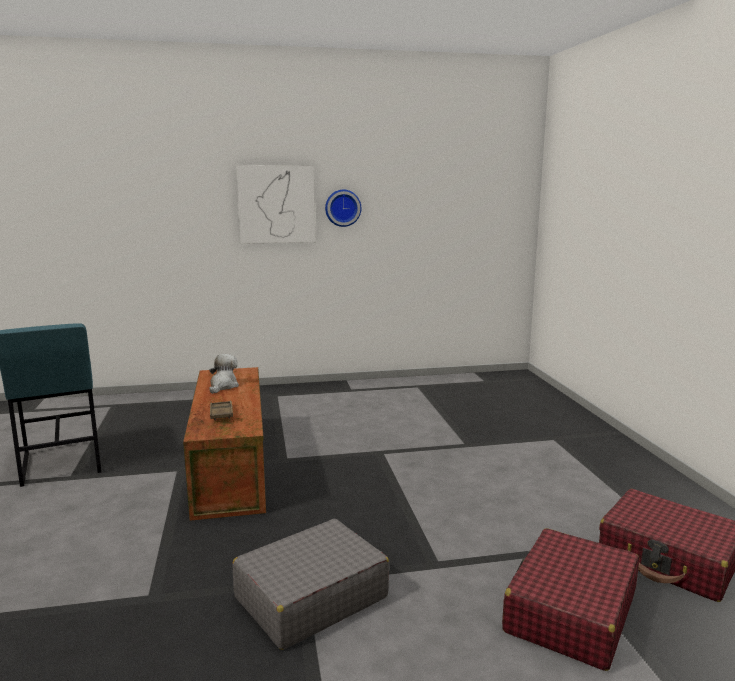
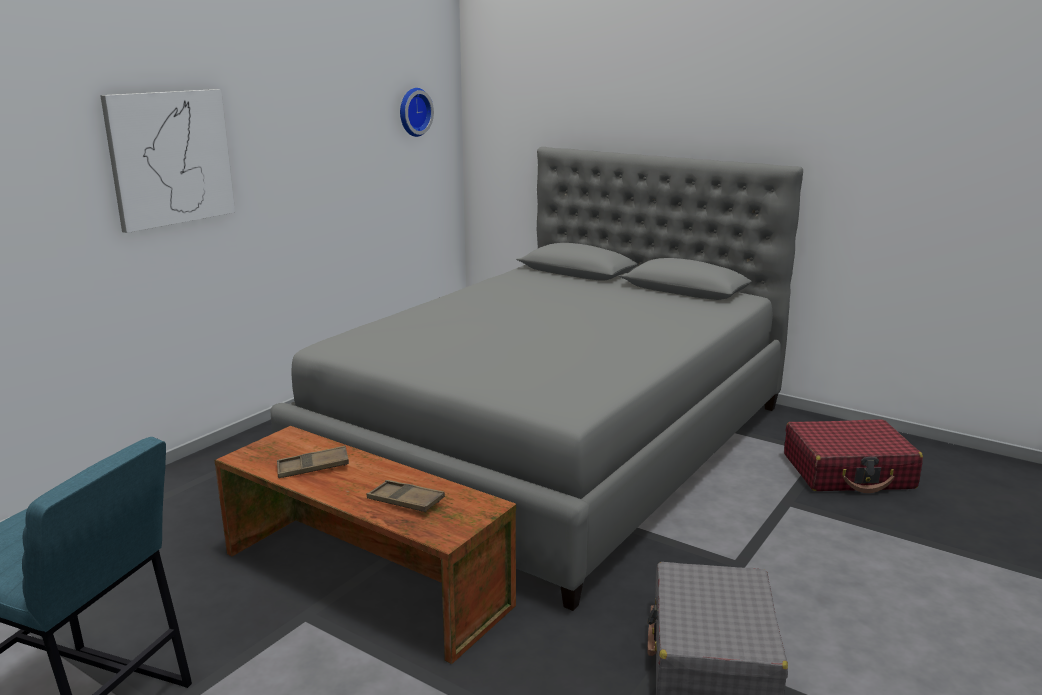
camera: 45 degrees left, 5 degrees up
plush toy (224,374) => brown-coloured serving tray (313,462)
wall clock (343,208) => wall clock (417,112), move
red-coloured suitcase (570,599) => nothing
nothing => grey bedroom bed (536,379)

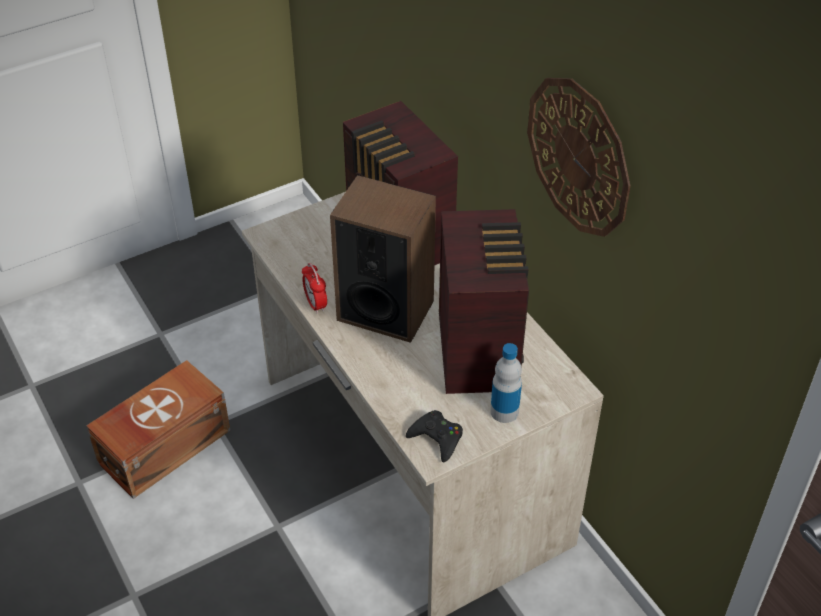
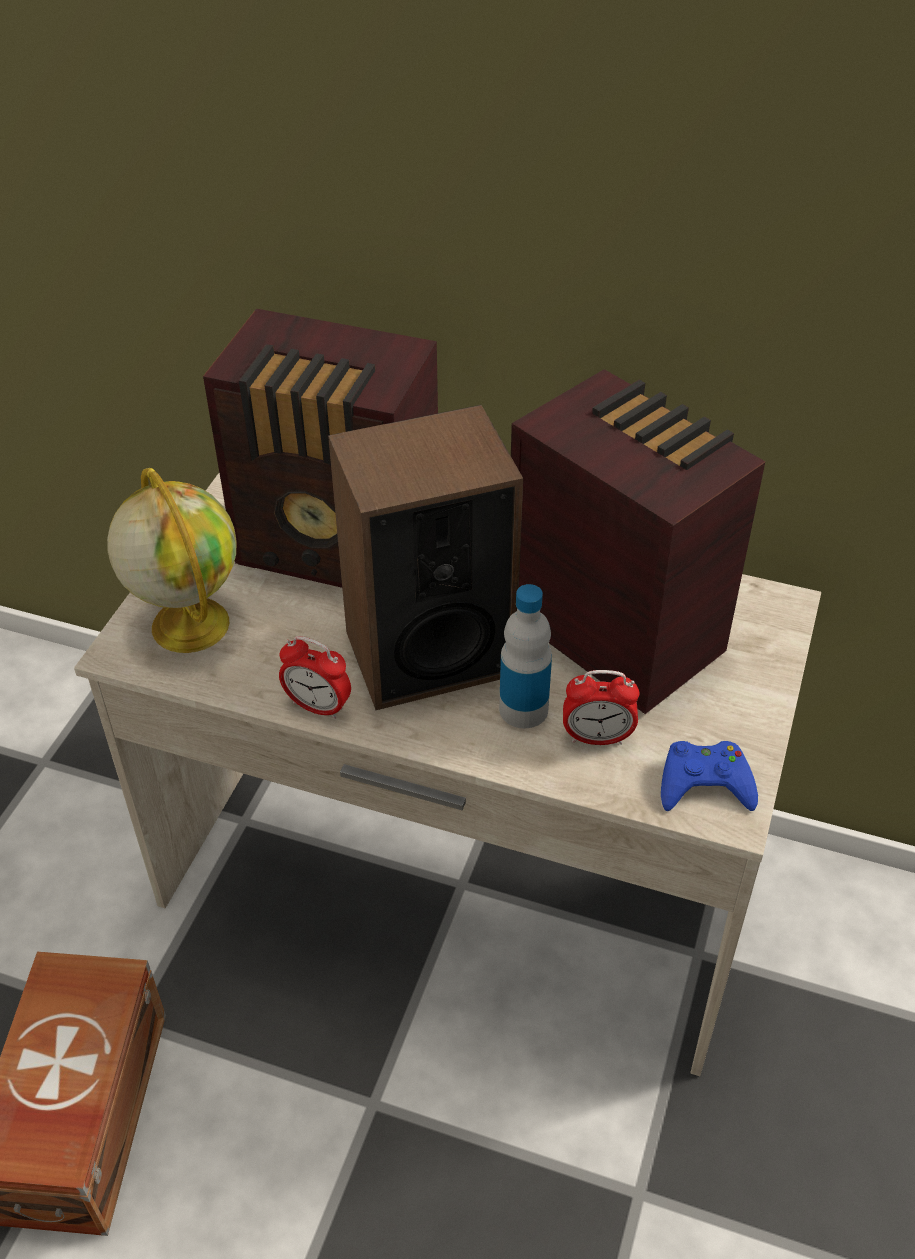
camera: 40 degrees left, 0 degrees up
black gamepad (434,436) => blue gamepad (709,776)
bottle (506,383) => bottle (525,656), move
wall clock (578,157) => nothing
nothing => desk globe (172,560)
nothing => alarm clock (601,707)

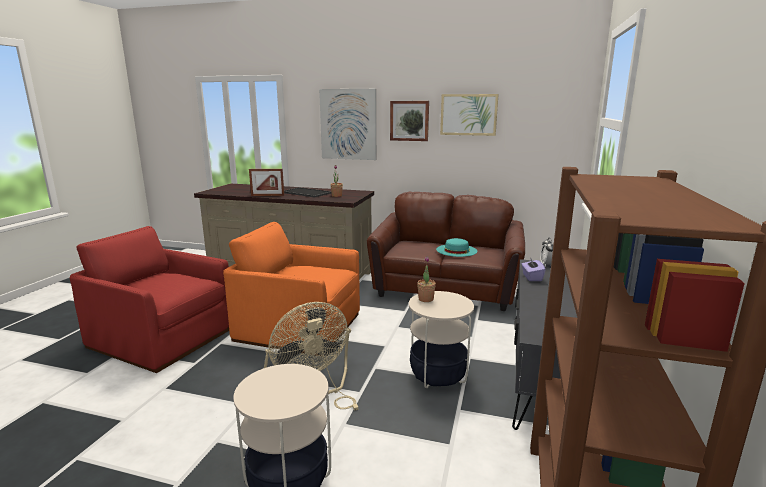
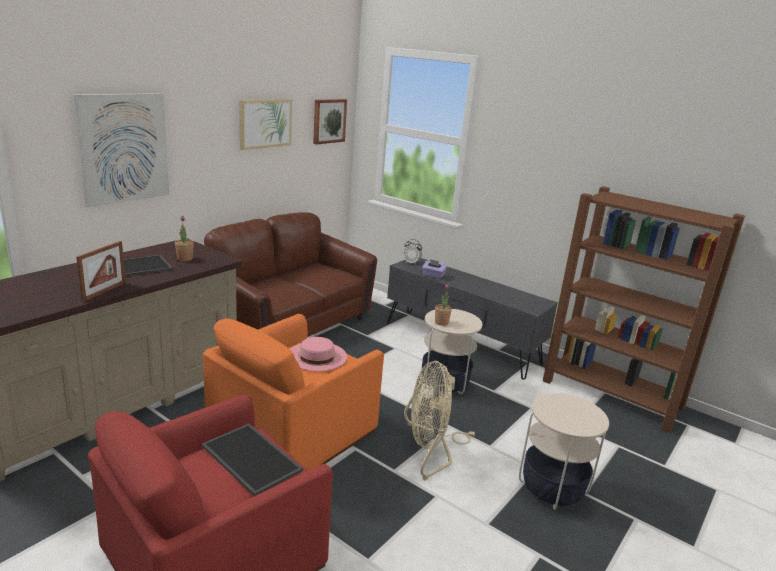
camera: 70 degrees left, 5 degrees up
wall art (409,121) => wall art (330,122), move
blue-green wearable hat (457,247) => nothing
nothing => serving tray (252,459)
nothing => pink wearable hat (318,354)

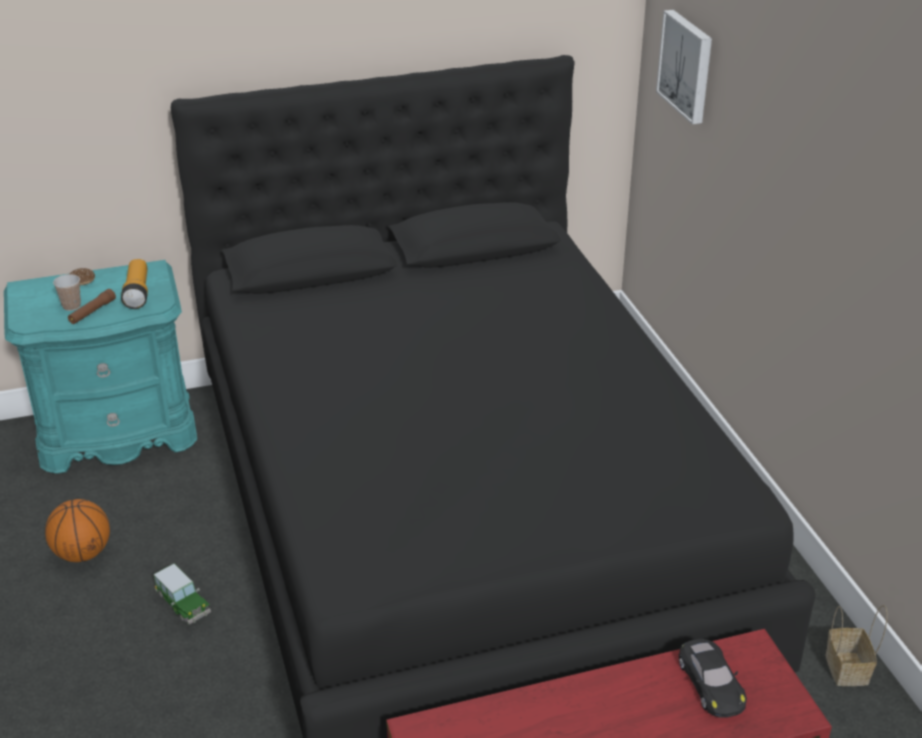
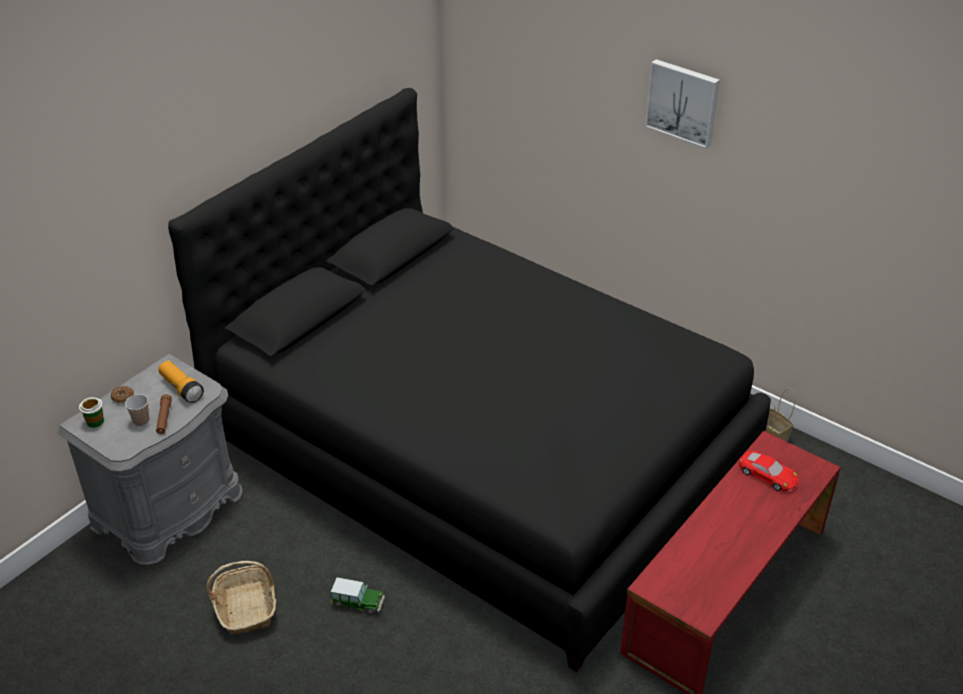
camera: 35 degrees left, 5 degrees up
blue-green bedside table (100,367) => grey bedside table (149,459)
basketball (77,530) => storage basket (241,598)
wall art (684,67) => wall art (682,104), move
black model car (713,678) => red-coloured model car (768,471)
nothing => cup (91,412)

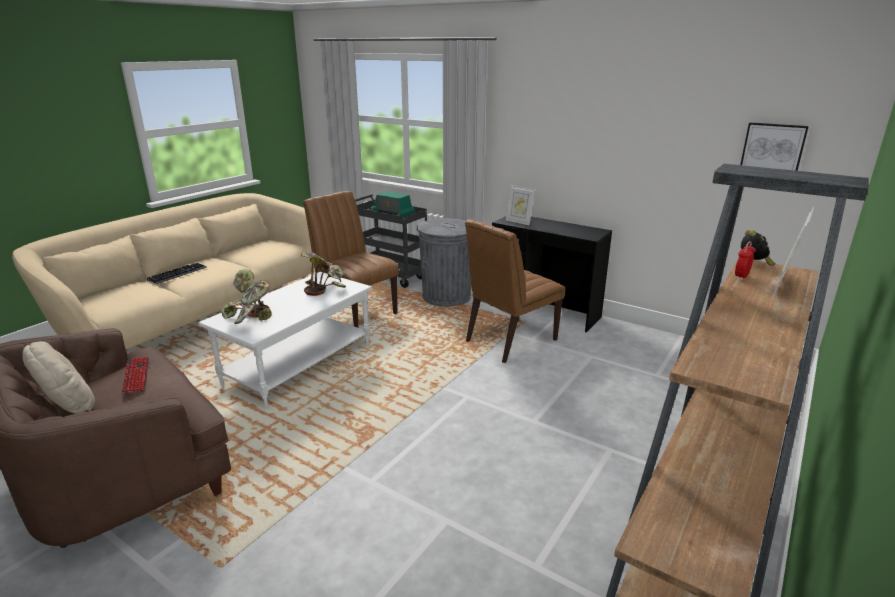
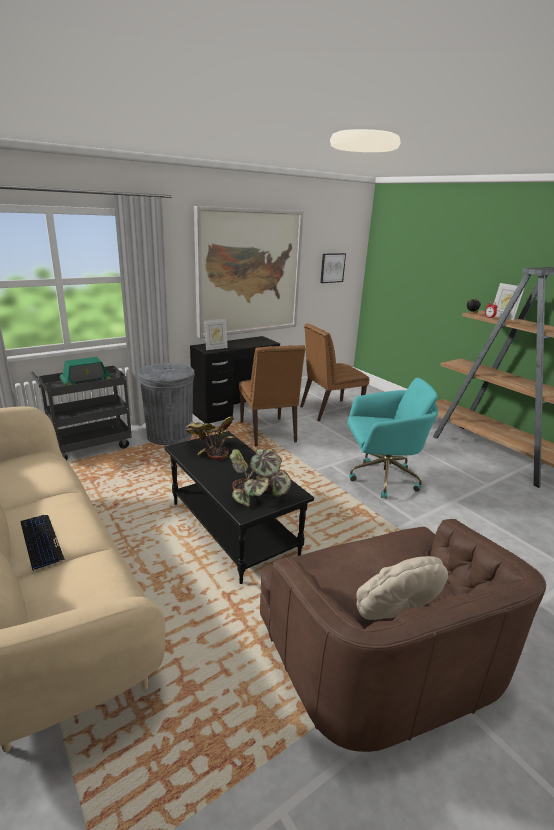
camera: 70 degrees left, 0 degrees up
PC keyboard (135,375) => nothing
whitish coffee table (285,340) => black coffee table (239,507)
brown-coloured plain chair (351,259) => brown-coloured plain chair (334,372), move
nothing => wall art (249,272)
nothing => blue-green office chair (392,438)

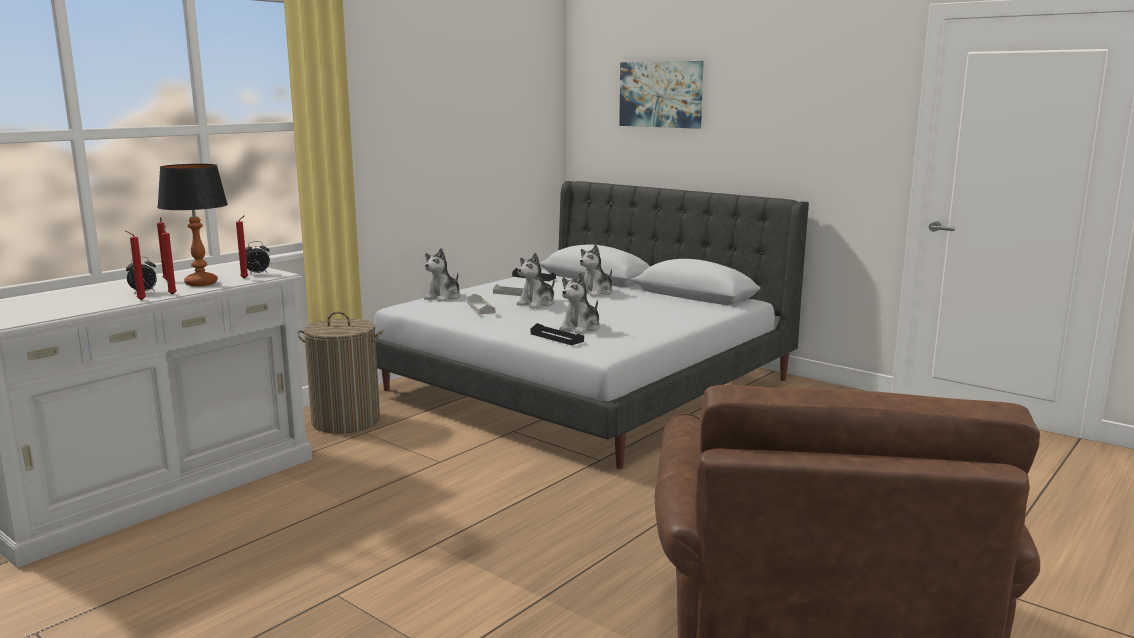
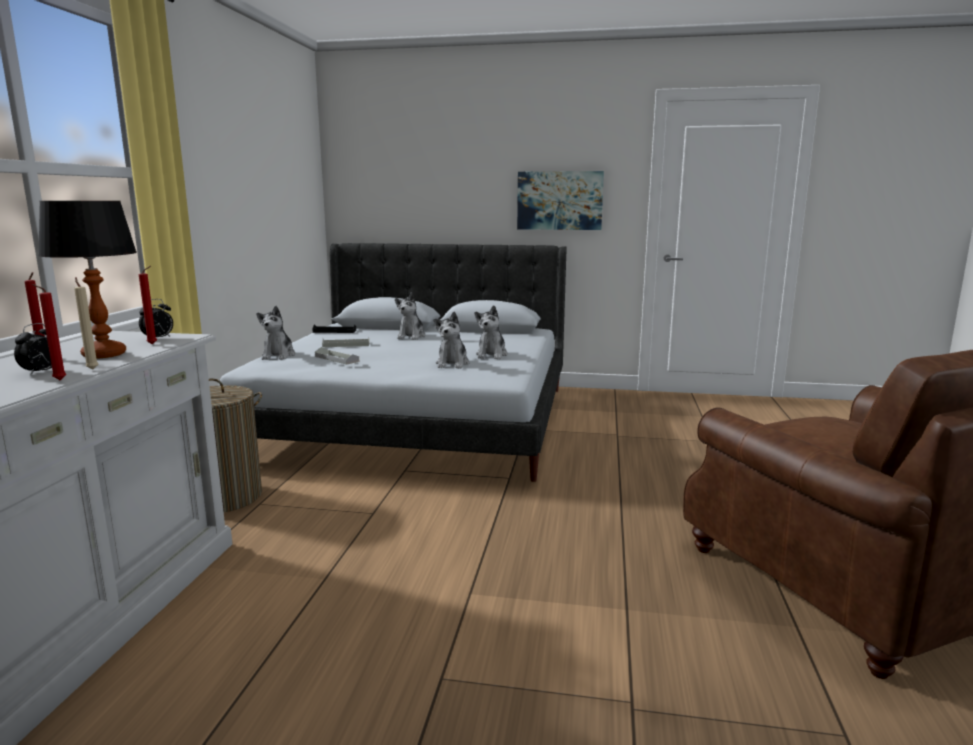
camera: 30 degrees left, 0 degrees up
red-coloured candle (169,260) => beige-coloured candle (86,323)
plush toy (535,281) => plush toy (491,332), move
black serving tray (557,334) => nothing
wall art (661,95) => wall art (560,200), move

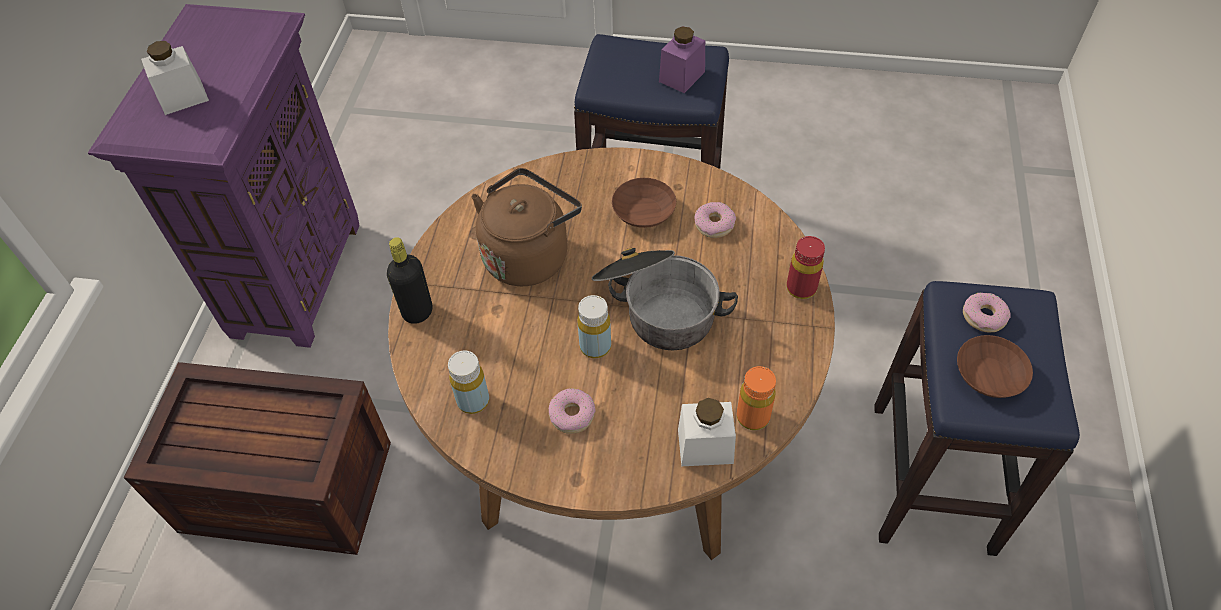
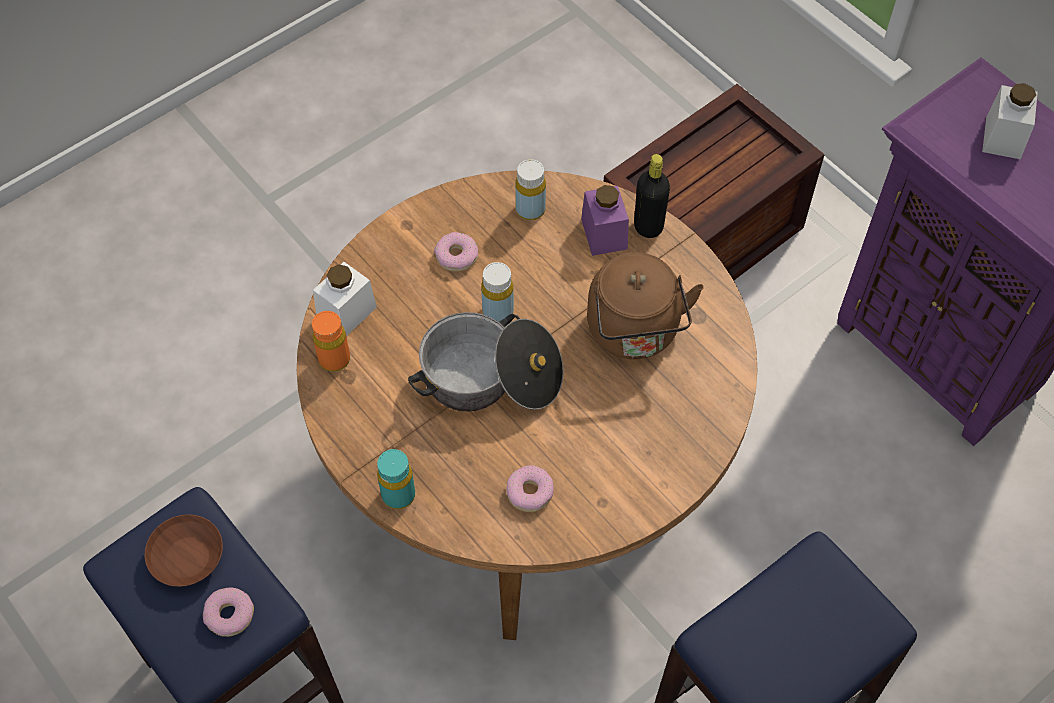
camera: 130 degrees right, 5 degrees up
brown-coloured serving bowl (644,203) => nothing
purple preserve jar (682,60) => purple preserve jar (605,220), move
red-coloured bottle (805,267) => blue-green bottle (396,479)

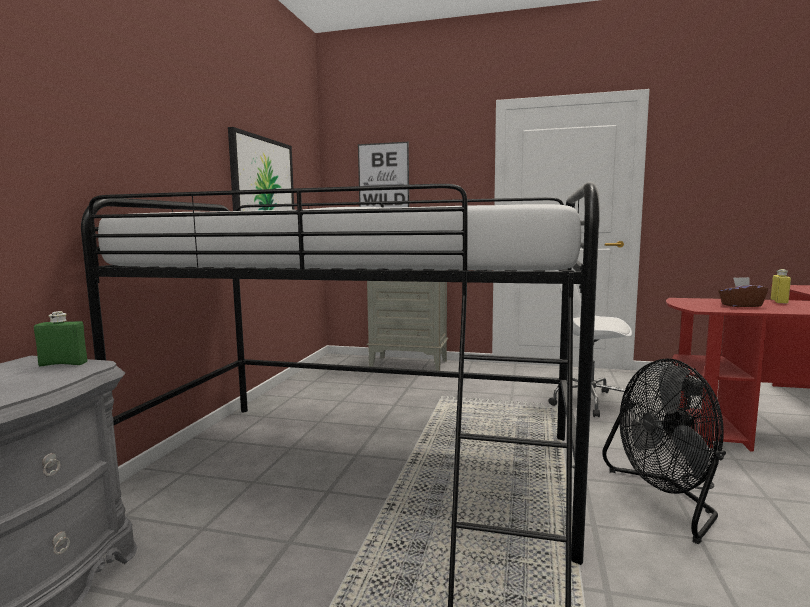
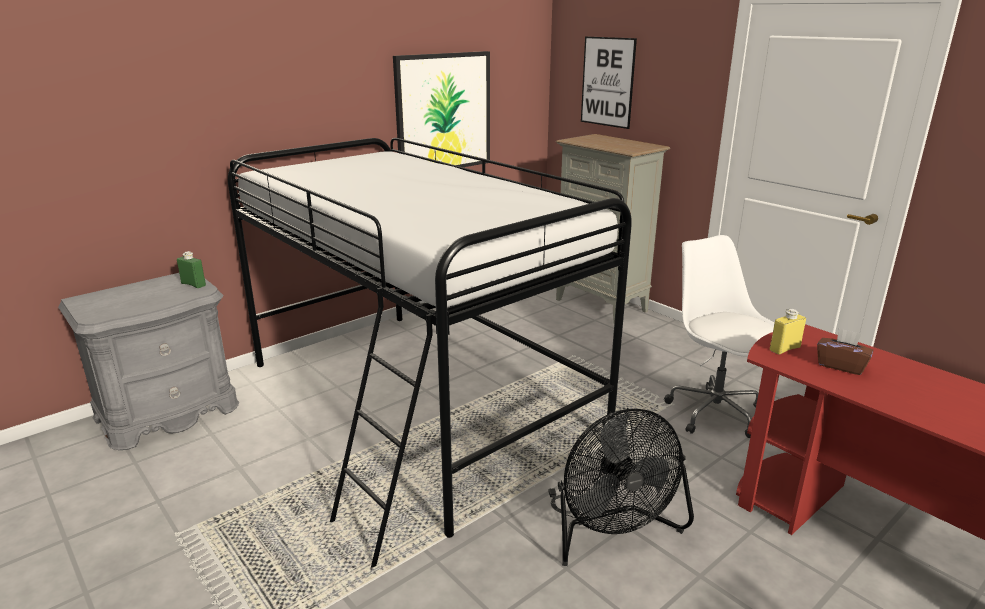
camera: 35 degrees right, 15 degrees up
black cooling fan (664,451) => black cooling fan (621,487), 135 degrees counterclockwise
yellowish bottle (781,286) => yellowish bottle (788,332), move

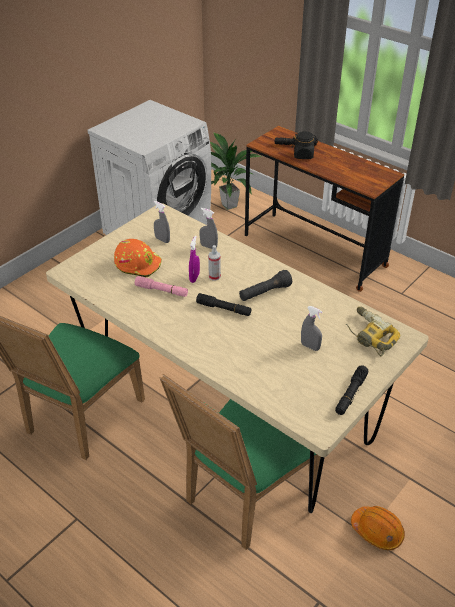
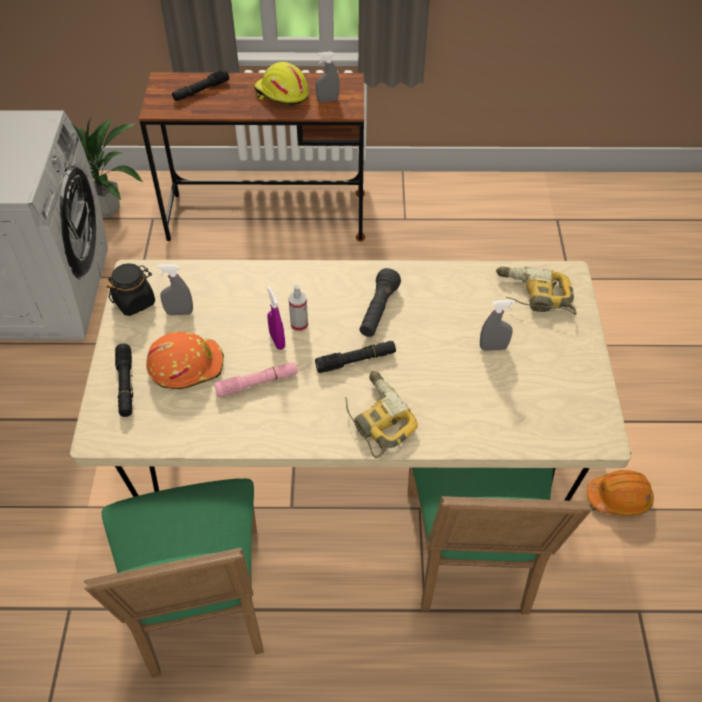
camera: 40 degrees left, 10 degrees up
grey sprayer (208,228) => grey sprayer (328,76), move
black preserve jar (305,145) => black preserve jar (131,289), move
black torch (351,390) => black torch (124,380), move
nothing => yellowish safety helmet (281,83)
nothing => power drill (381,415)

